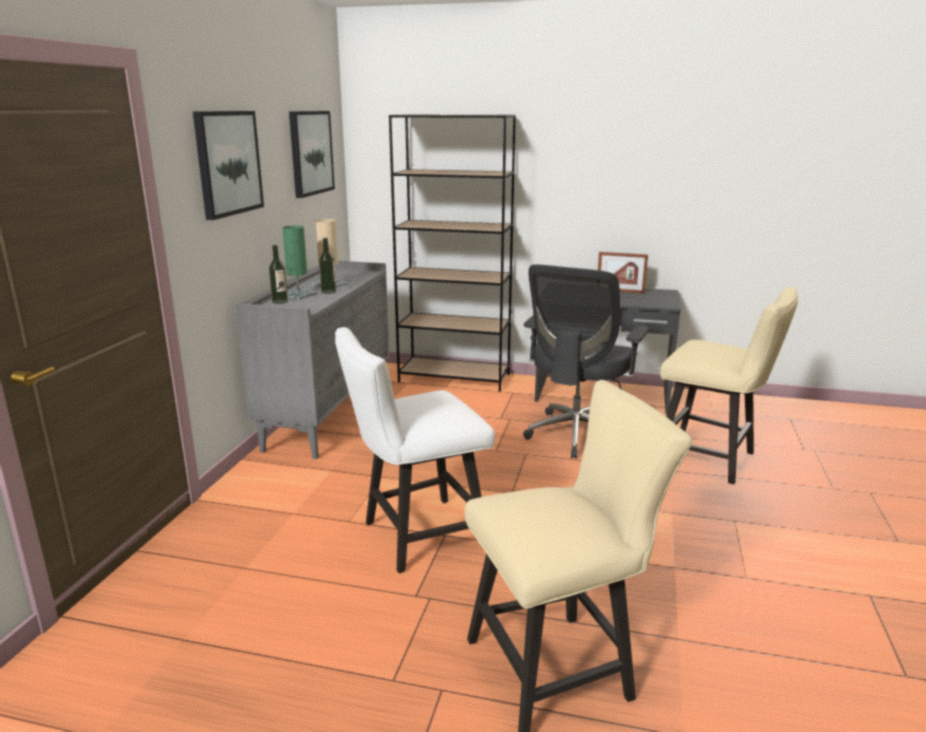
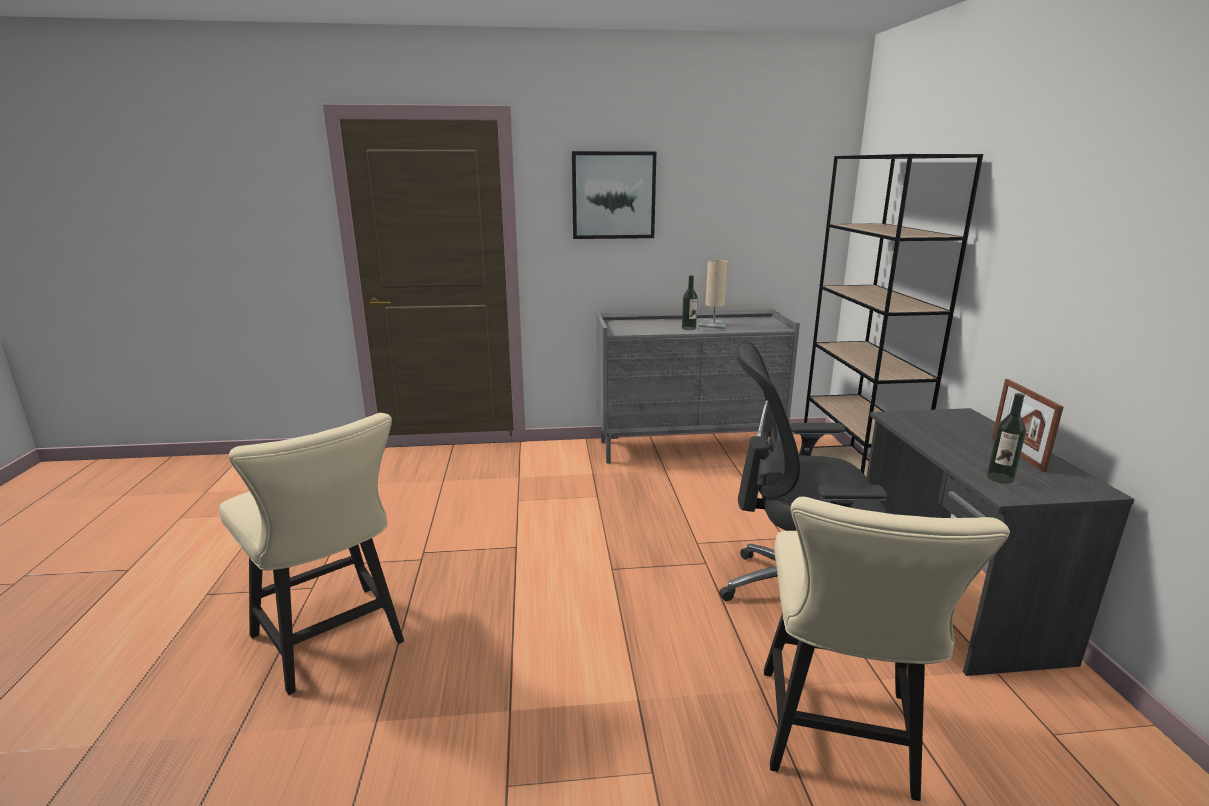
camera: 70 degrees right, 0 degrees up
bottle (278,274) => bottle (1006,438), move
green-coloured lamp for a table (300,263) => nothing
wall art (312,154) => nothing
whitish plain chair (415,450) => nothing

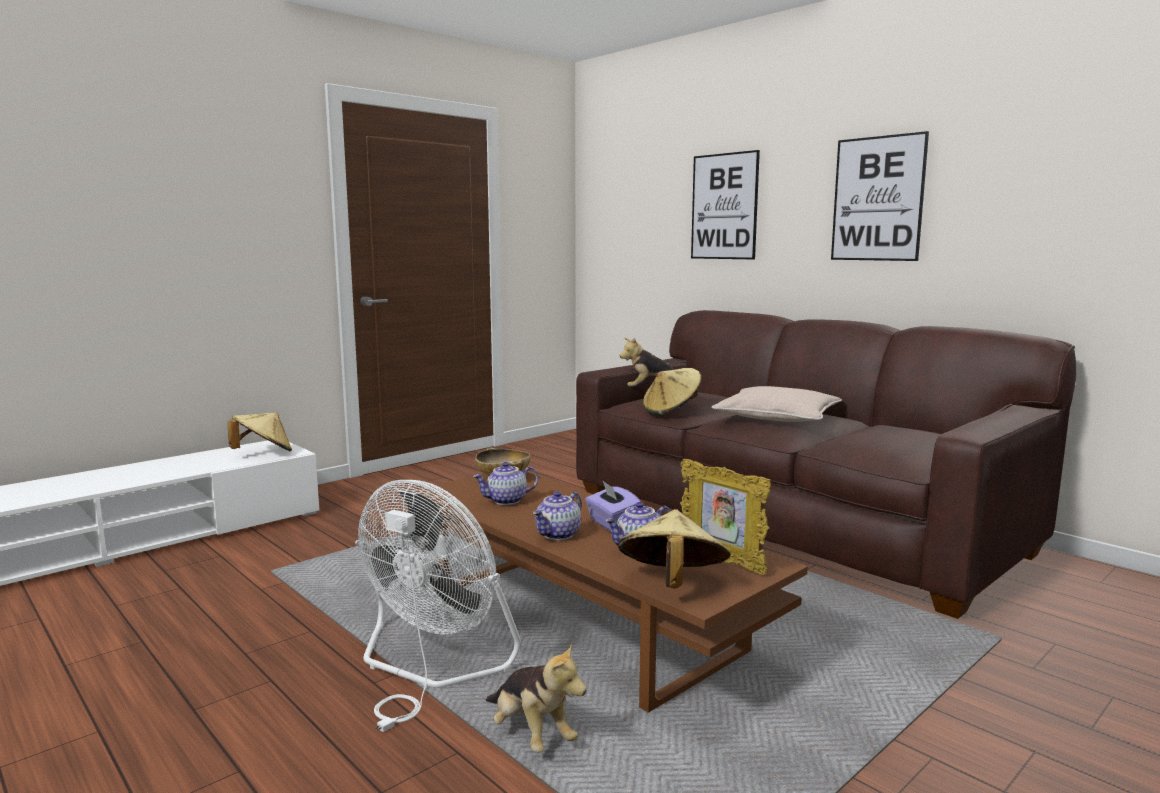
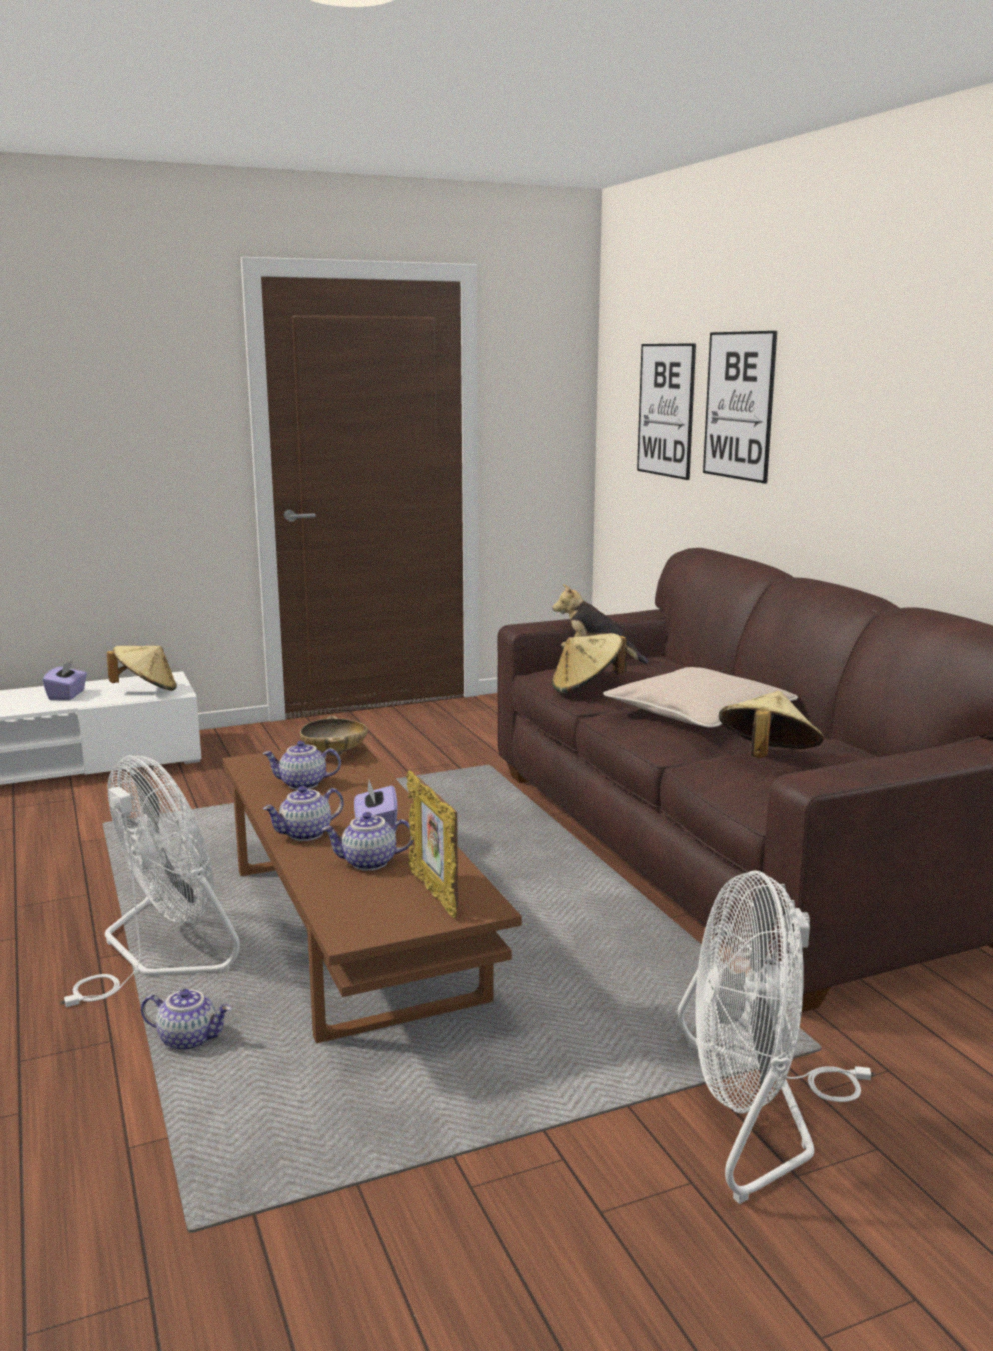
camera: 20 degrees right, 5 degrees up
plush toy (536,697) => tea pot (186,1019)
beige-coloured wearable hat (674,549) => beige-coloured wearable hat (771,724), move
wall art (880,196) => wall art (666,411), move
nothing => purple box of tissues (64,680)
nothing => whitish cooling fan (777,1037)

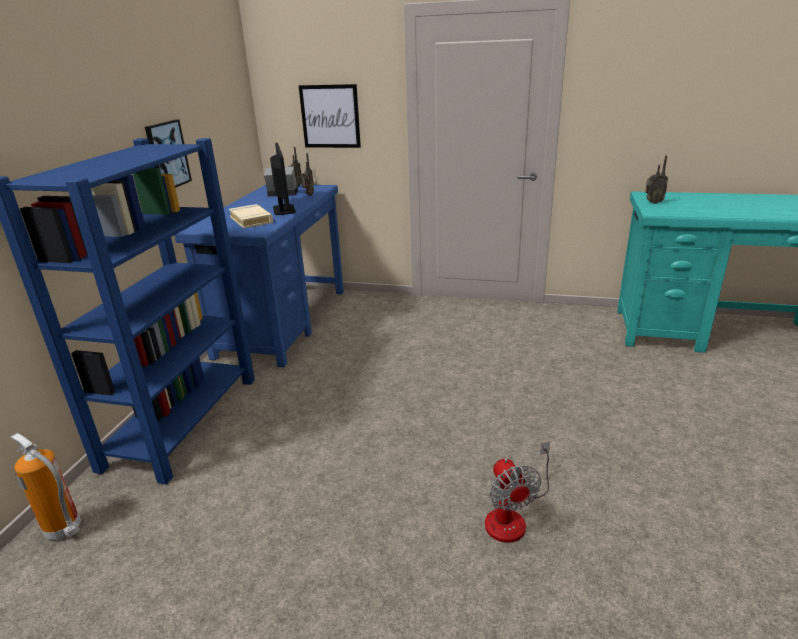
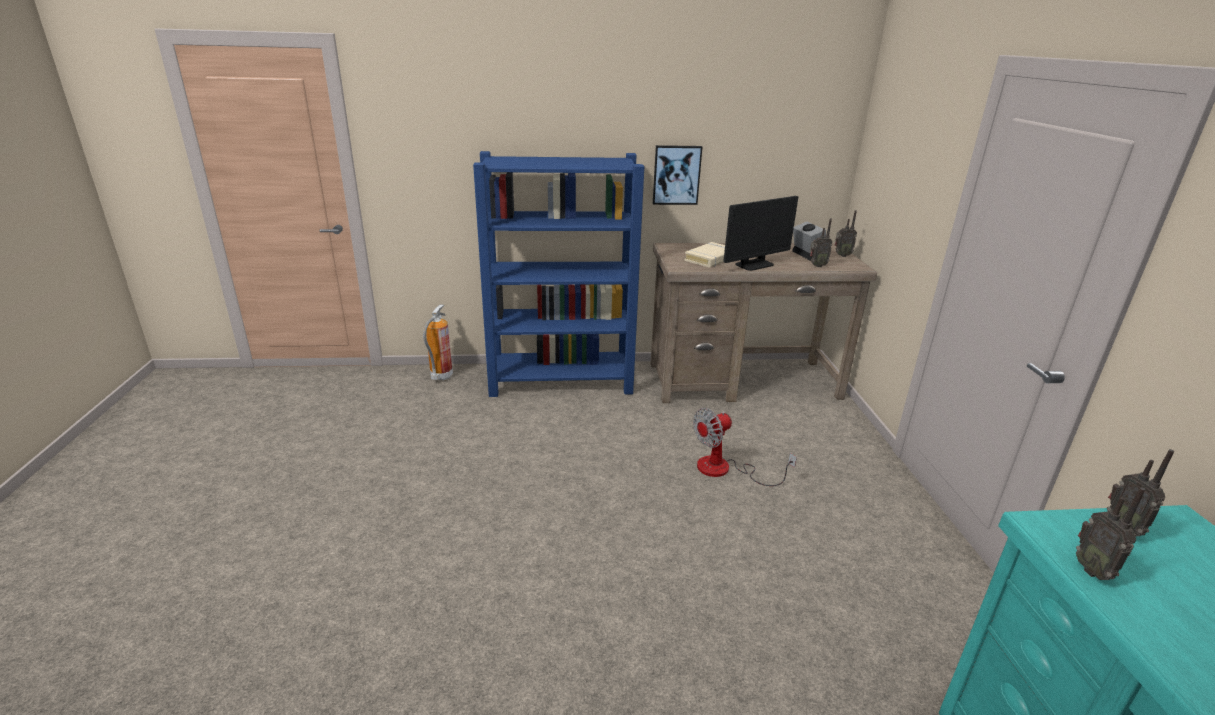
camera: 70 degrees right, 0 degrees up
blue desk table (259,275) => brown-coloured desk table (764,323)
wall art (330,116) => nothing
cooling fan (517,492) => cooling fan (745,447), move
nothing => radio receiver (1110,533)

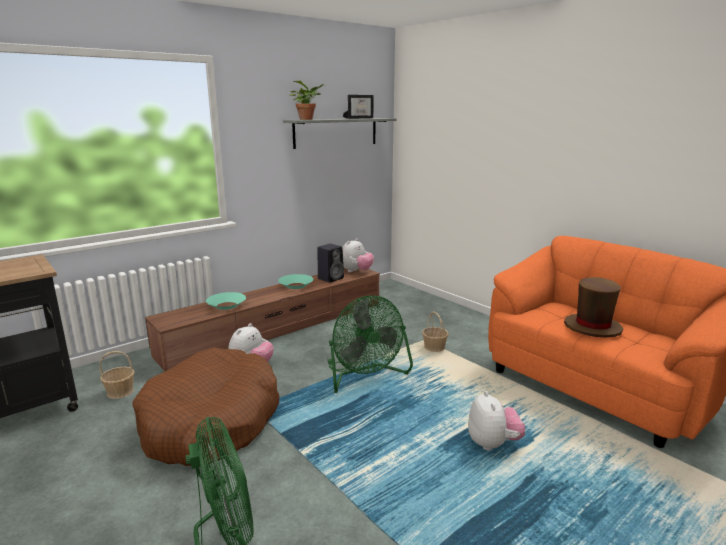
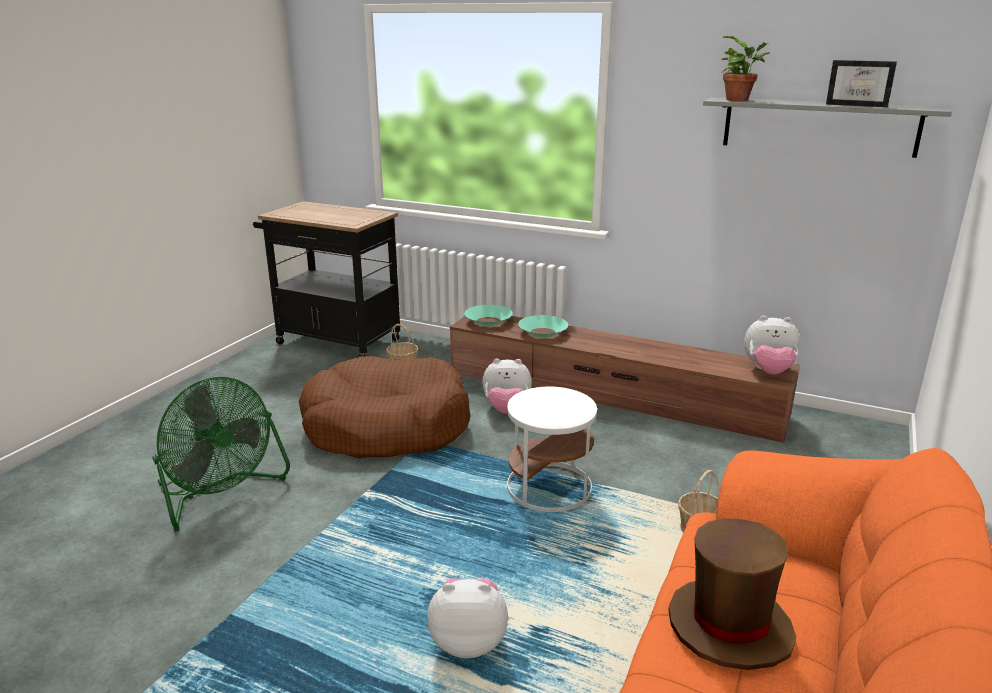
camera: 65 degrees right, 5 degrees up
blue-green serving bowl (296,281) => blue-green serving bowl (488,315), move
black speaker (330,263) => nothing
green-coloured cooling fan (370,344) => whitish accent table (552,449)
plush toy (496,420) => plush toy (467,618), 150 degrees counterclockwise

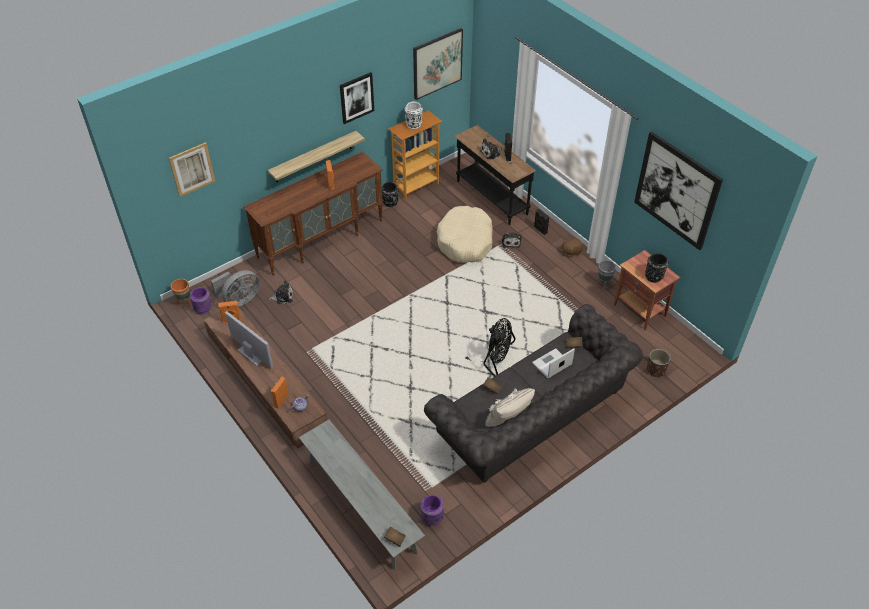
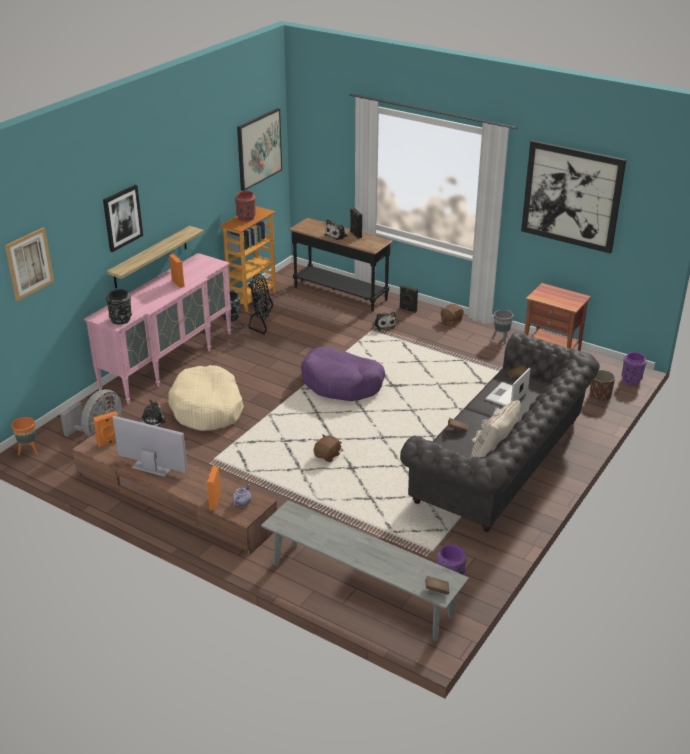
camera: 20 degrees left, 15 degrees down
purple decorative vase (201,301) => purple decorative vase (634,368), move
brown-coloured storage cabinet (313,214) => pink storage cabinet (158,329)
wall art (357,98) => wall art (123,218), move
whitish decorative vase (414,115) => red-coloured decorative vase (245,206)
beige-coloured dog bed (465,234) => beige-coloured dog bed (206,398), move
black cooling fan (490,347) => black cooling fan (252,304), move
black decorative vase (656,267) => black decorative vase (119,306), move
nothing => purple dog bed (343,373)
nothing => brown-coloured plush toy (328,448)

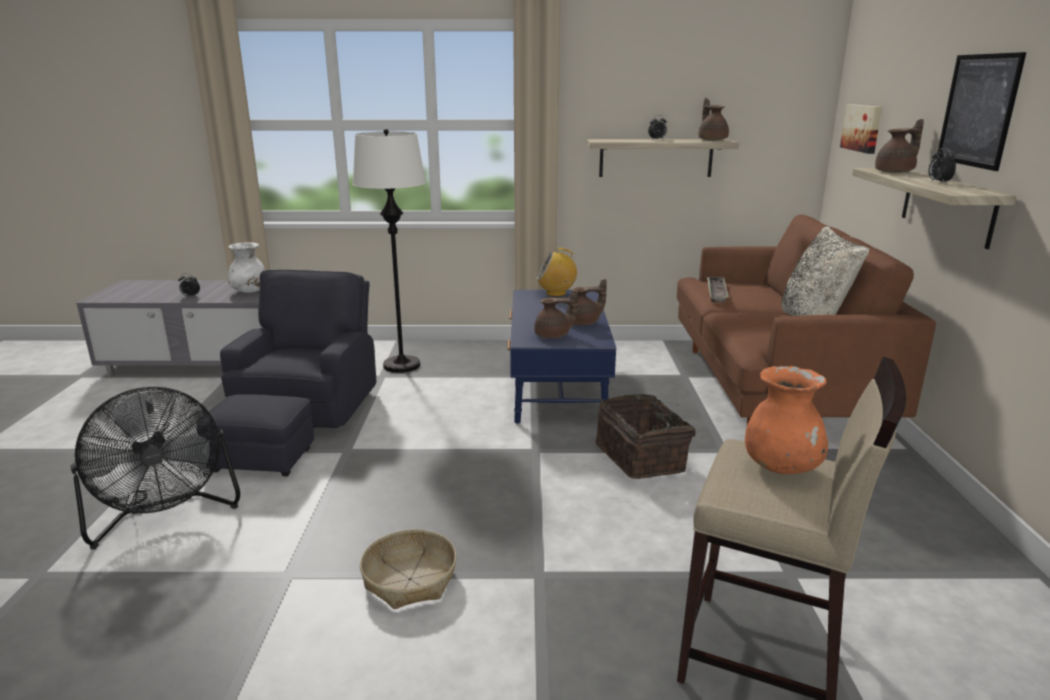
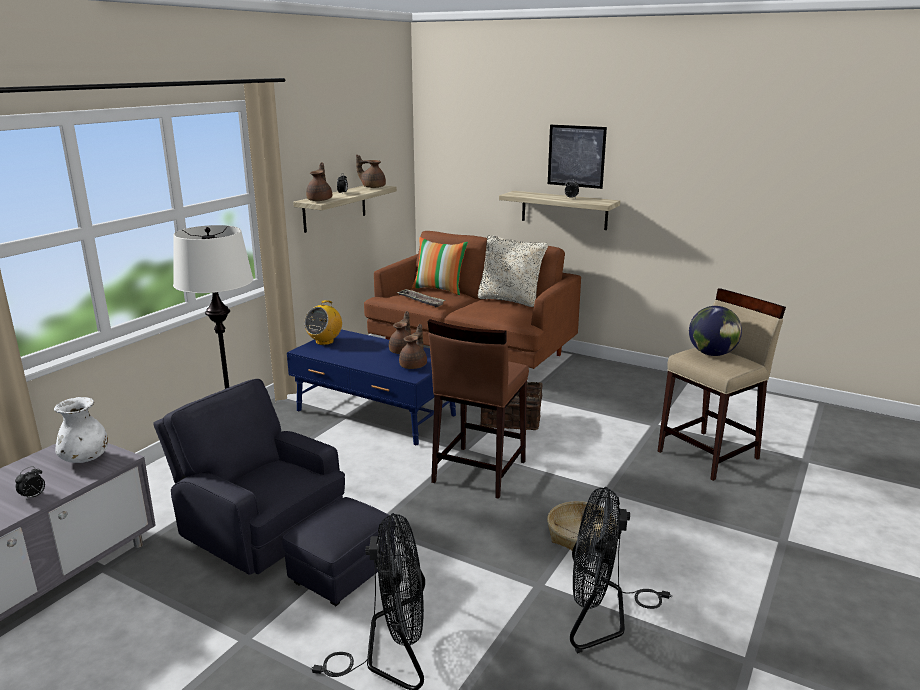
camera: 60 degrees left, 0 degrees up
orangey decorative vase (786,420) => desk globe (715,331)
wall art (861,129) => nothing
brown-coloured tea pot (899,146) => brown-coloured tea pot (319,181), move
nothing => cushion (440,266)
nothing => brown-coloured sitting stool (478,409)
nothing => black cooling fan (621,570)

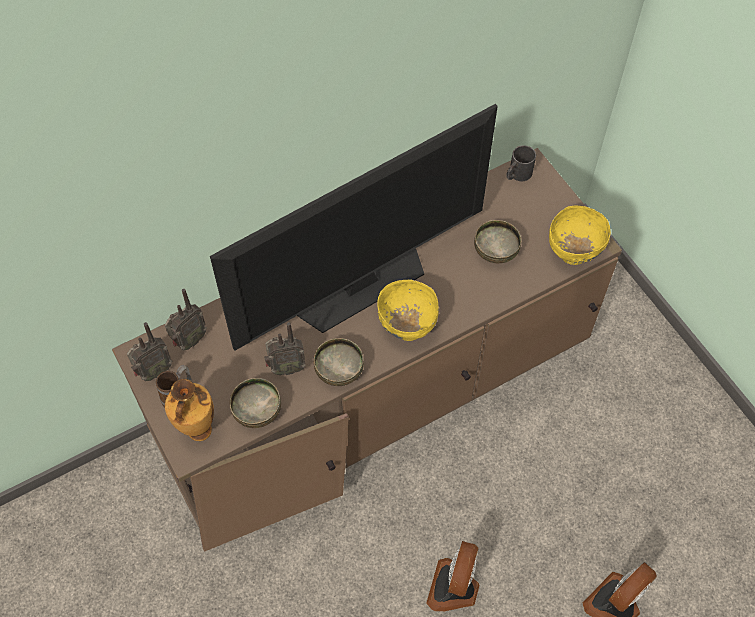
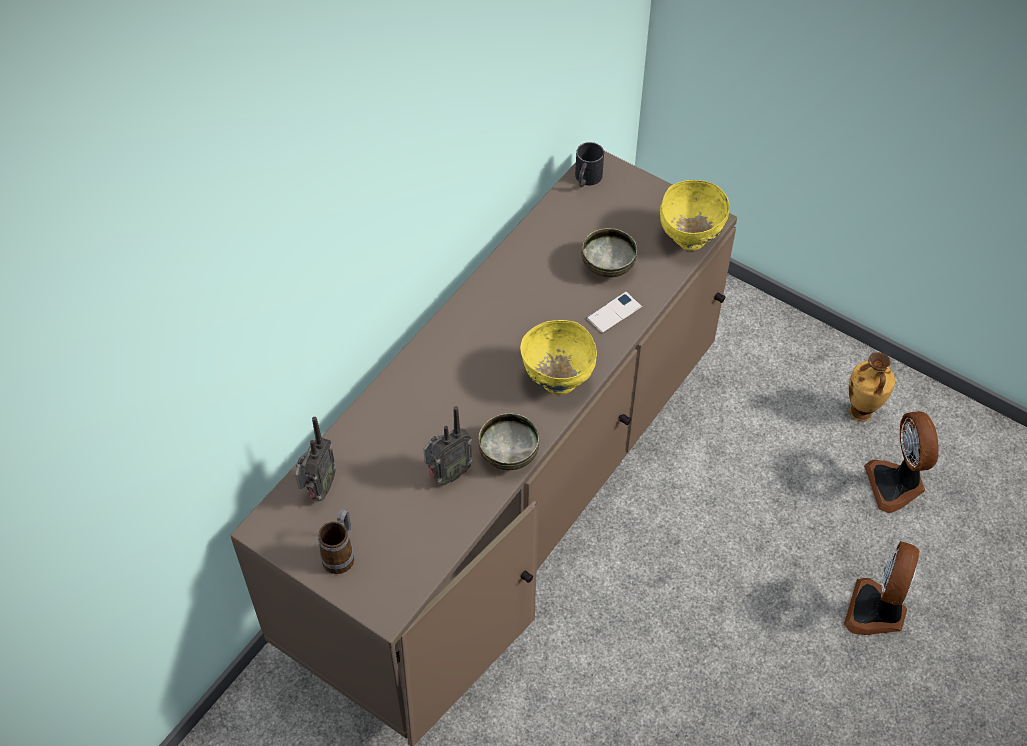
camera: 25 degrees left, 5 degrees down
radio receiver (149,351) => nothing
decorative vase (189,410) => decorative vase (872,386), move
TV (354,227) => nothing
serving bowl (255,403) => nothing
cooling fan (453,576) => cooling fan (901,462), move
nothing => phone (614,312)

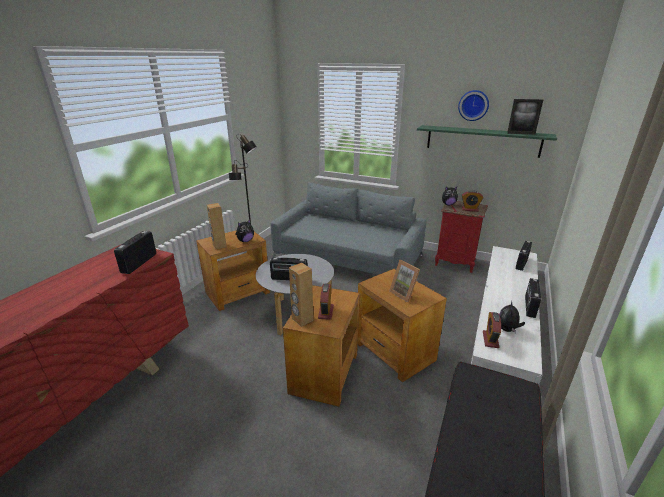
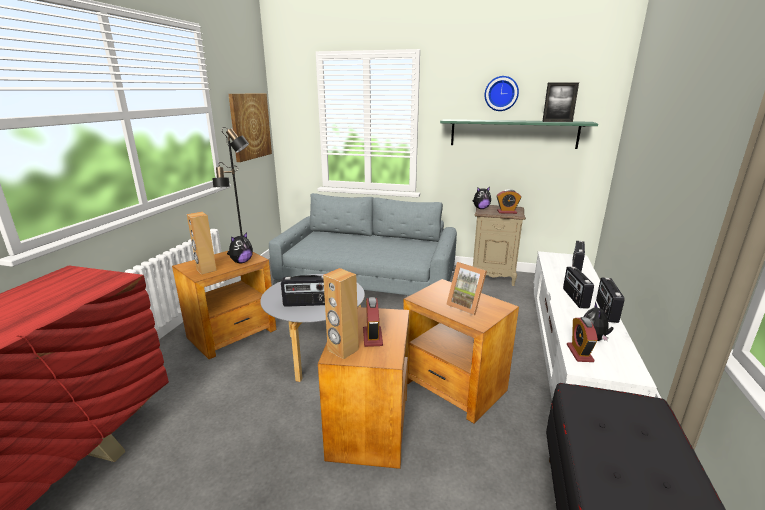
camera: 10 degrees left, 5 degrees down
radio receiver (135,252) => radio receiver (578,287), move
red-coloured bedside table (461,237) => beige-coloured bedside table (499,245)
nothing => wall art (250,128)

